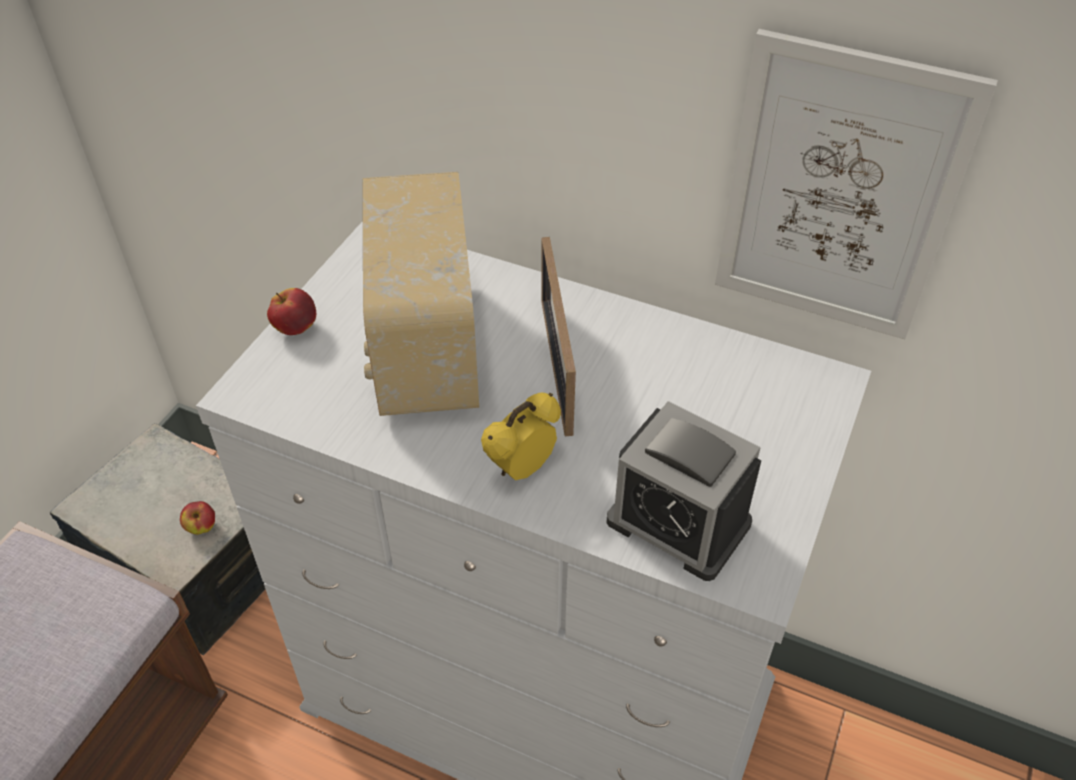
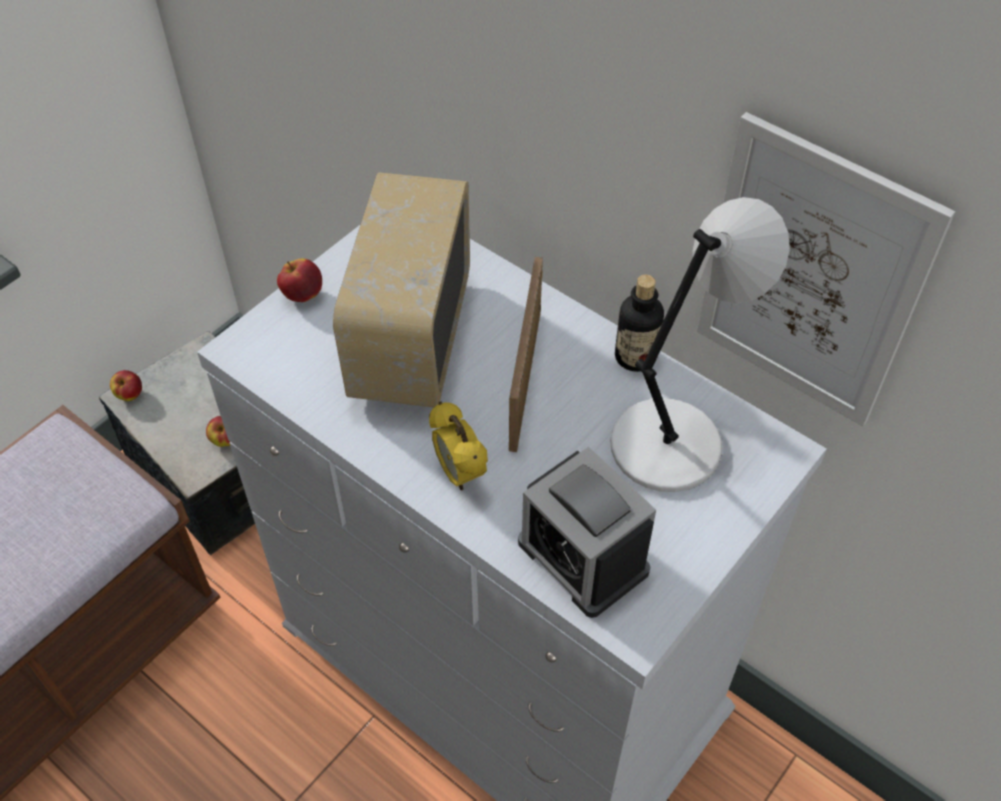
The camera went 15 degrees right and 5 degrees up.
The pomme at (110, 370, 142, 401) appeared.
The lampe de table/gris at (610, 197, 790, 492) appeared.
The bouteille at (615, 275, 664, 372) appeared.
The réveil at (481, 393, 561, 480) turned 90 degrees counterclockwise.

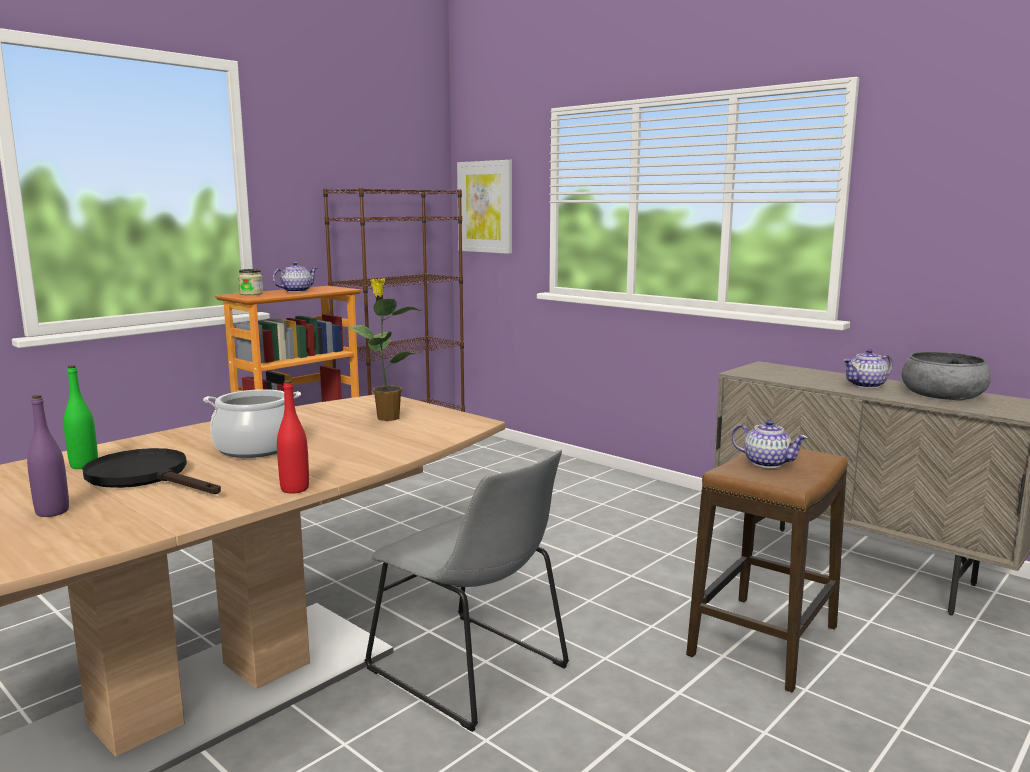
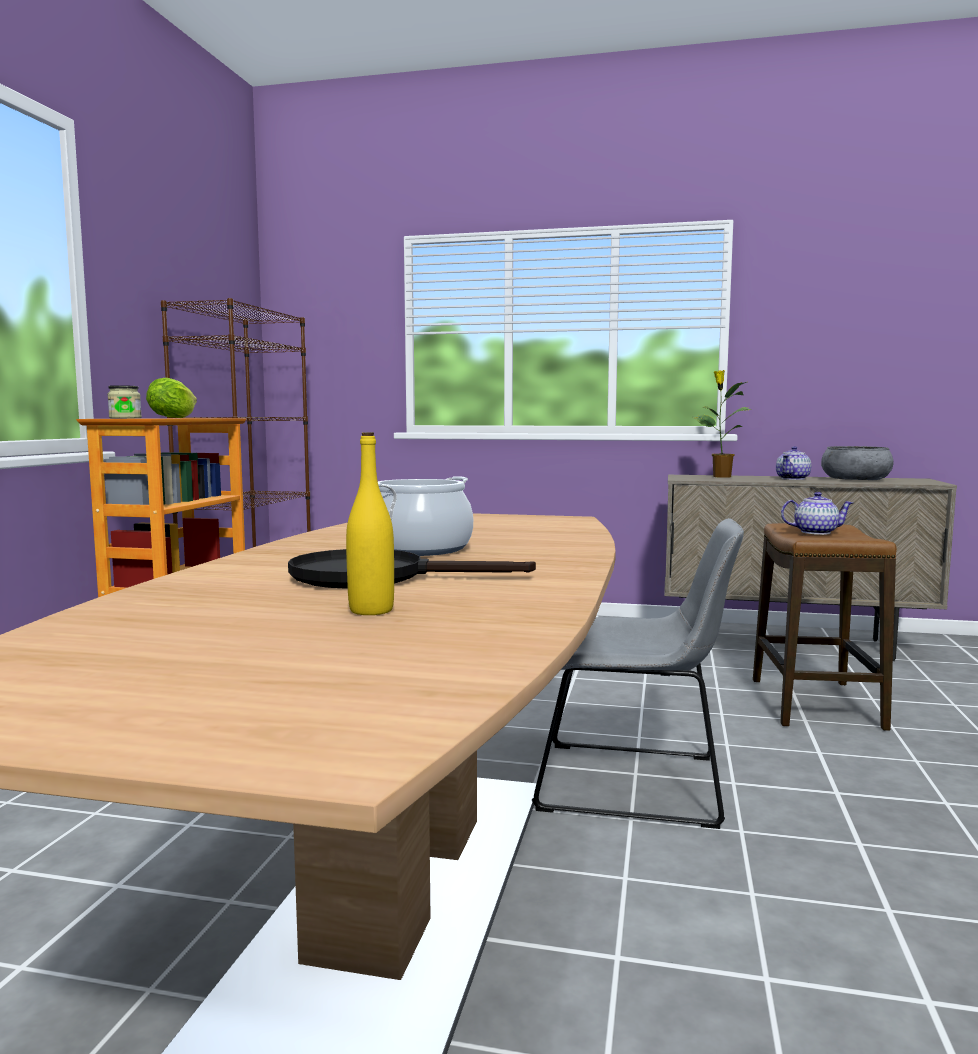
The camera went 30 degrees left and 5 degrees down.
The bouteille/vert at (63, 365, 98, 469) disappeared.
The bouteille/rouge at (277, 380, 309, 494) disappeared.
The tableau at (457, 160, 512, 254) disappeared.
The plante en pot moved from (348, 278, 422, 421) to (693, 370, 752, 478).
The théière at (273, 262, 317, 292) was replaced by the laitue at (146, 378, 197, 418).
The bouteille/violet at (27, 395, 69, 517) became the bouteille/jaune at (346, 432, 394, 615).

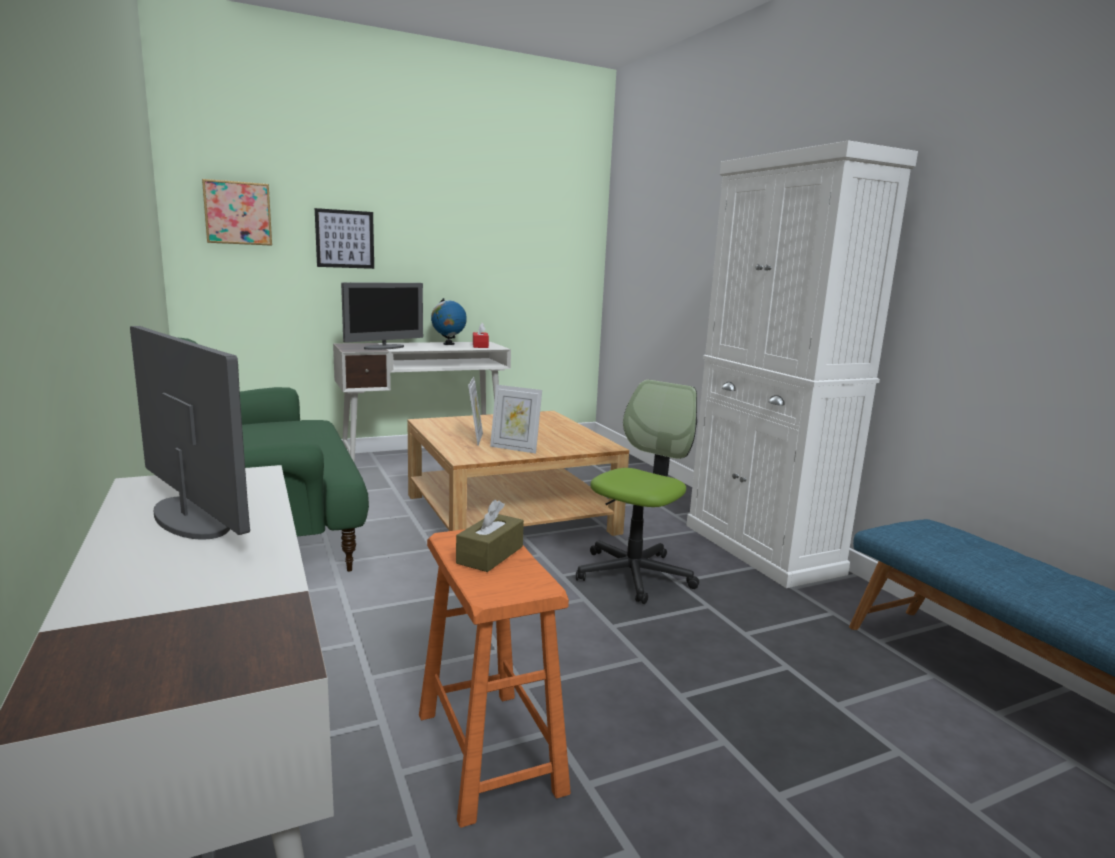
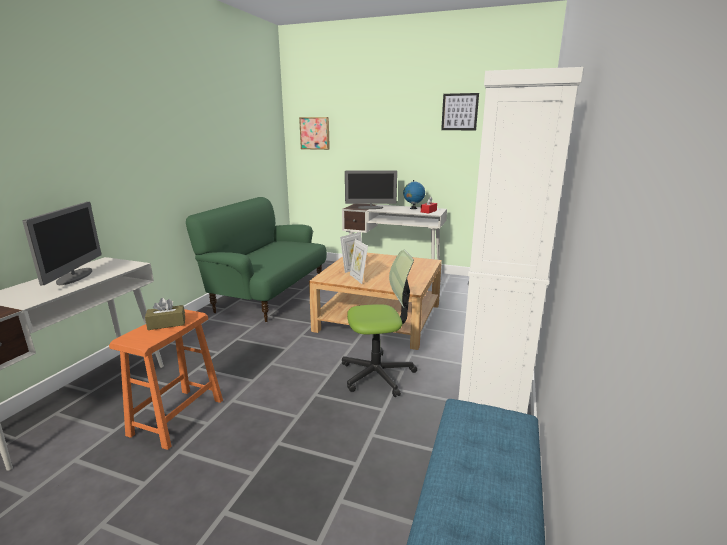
The camera went 45 degrees right and 5 degrees up.
The tableau moved from (315, 208, 374, 269) to (441, 93, 479, 130).

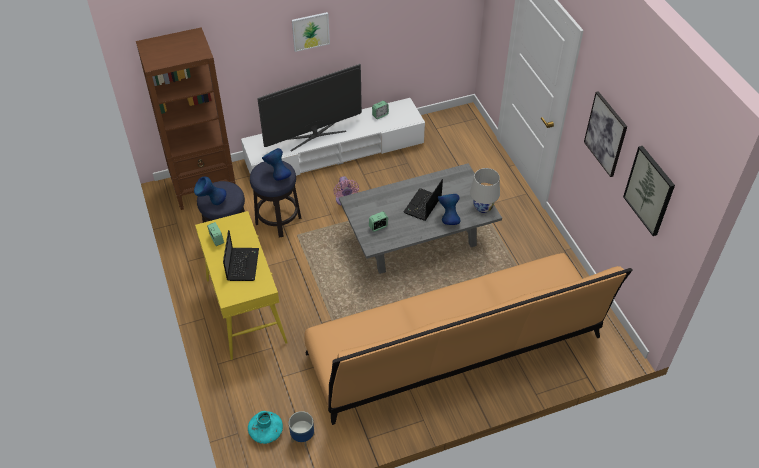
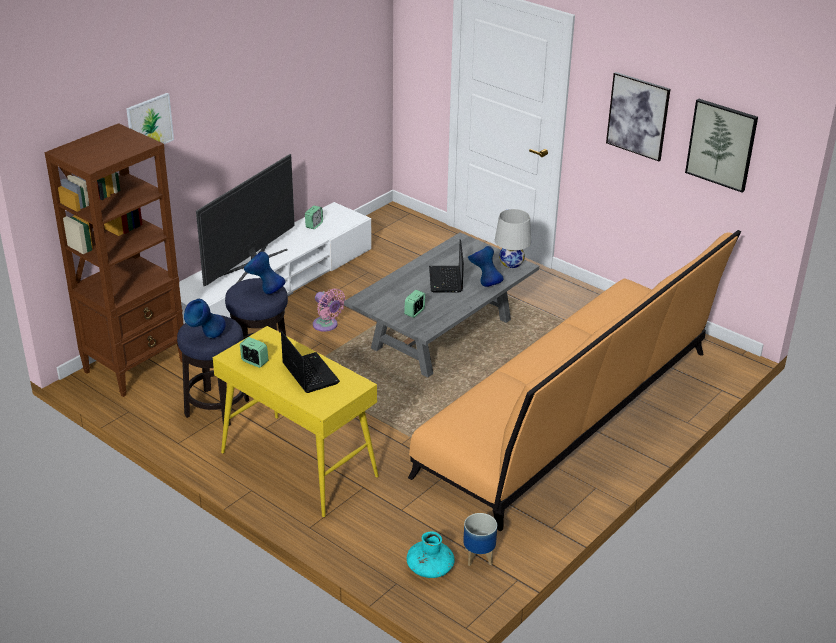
The camera went 30 degrees left and 15 degrees down.
The tableau moved from (292, 12, 330, 52) to (126, 93, 174, 144).

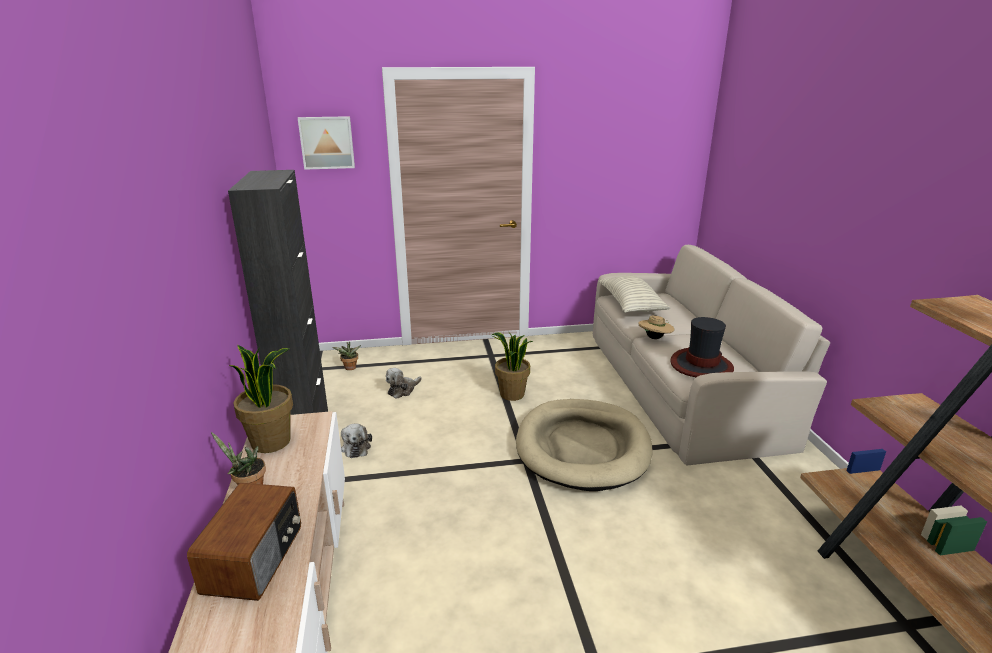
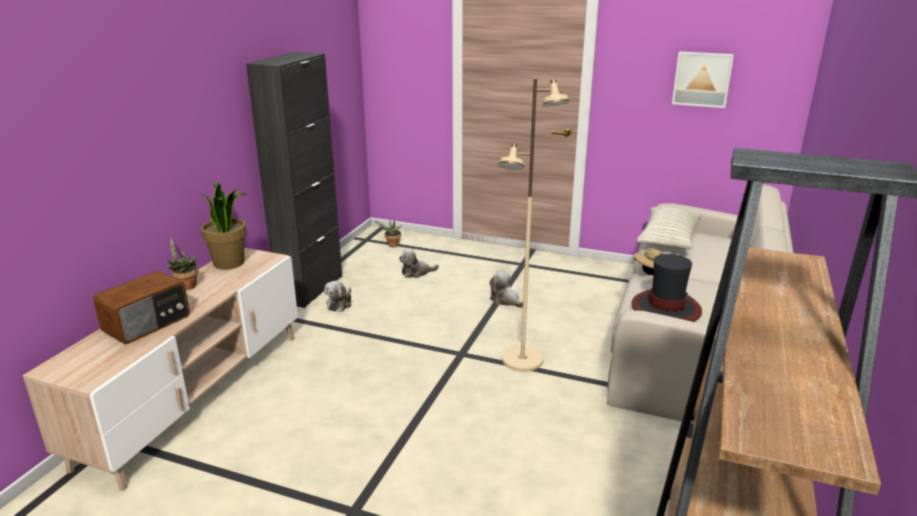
The camera went 30 degrees right and 0 degrees up.
The tableau moved from (298, 116, 355, 170) to (672, 51, 734, 108).
The plante en pot at (492, 332, 533, 401) was replaced by the peluche at (490, 272, 523, 308).
The panier pour chien/beige at (516, 399, 653, 491) was replaced by the lampadaire/beige at (499, 78, 570, 371).

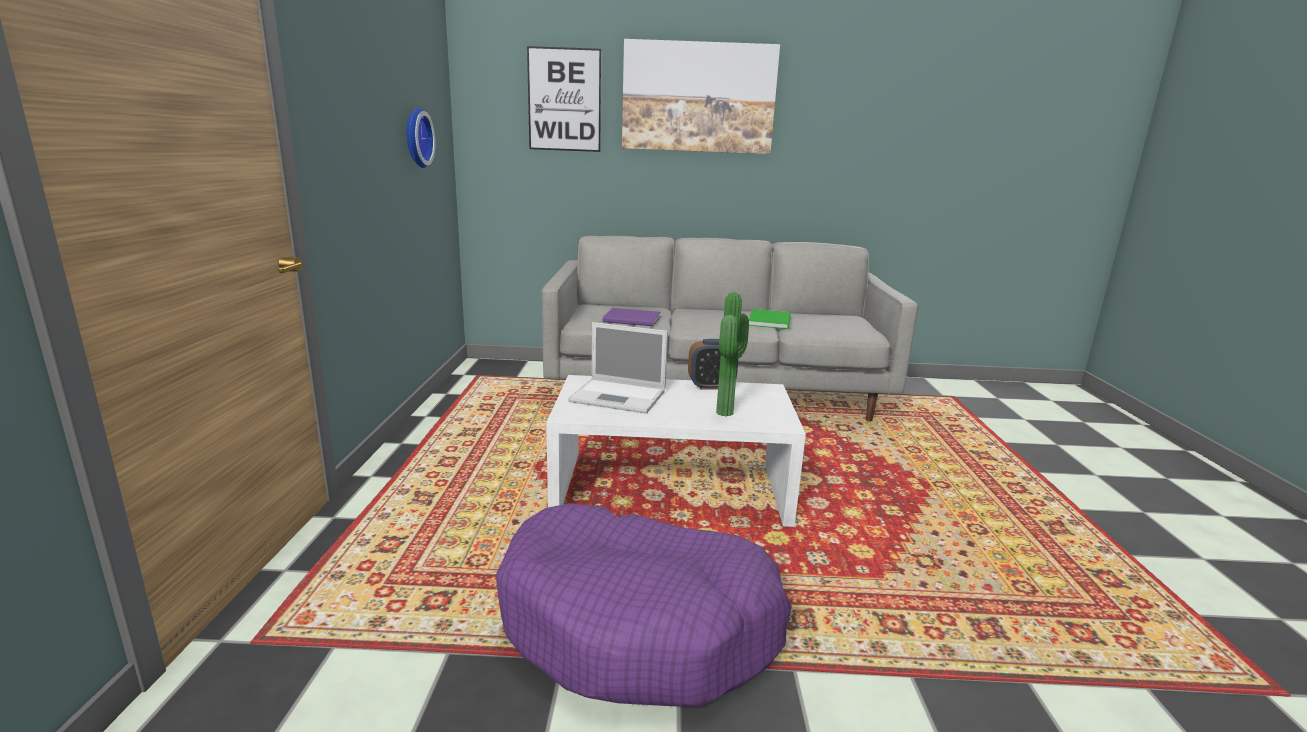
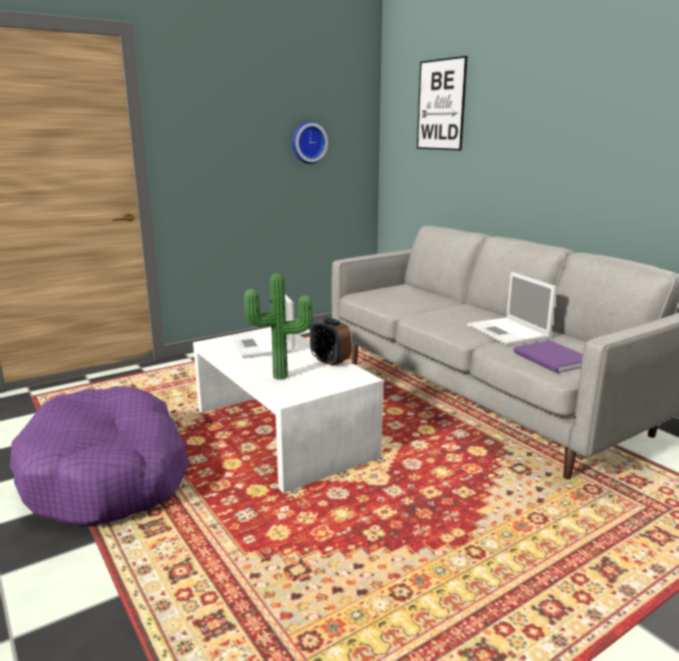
The camera went 55 degrees right and 0 degrees up.
The tableau at (622, 39, 780, 154) disappeared.
The livre/violet moved from (603, 308, 660, 326) to (514, 340, 583, 373).
The livre/vert at (749, 309, 791, 329) was replaced by the ordinateur portable at (467, 272, 557, 346).

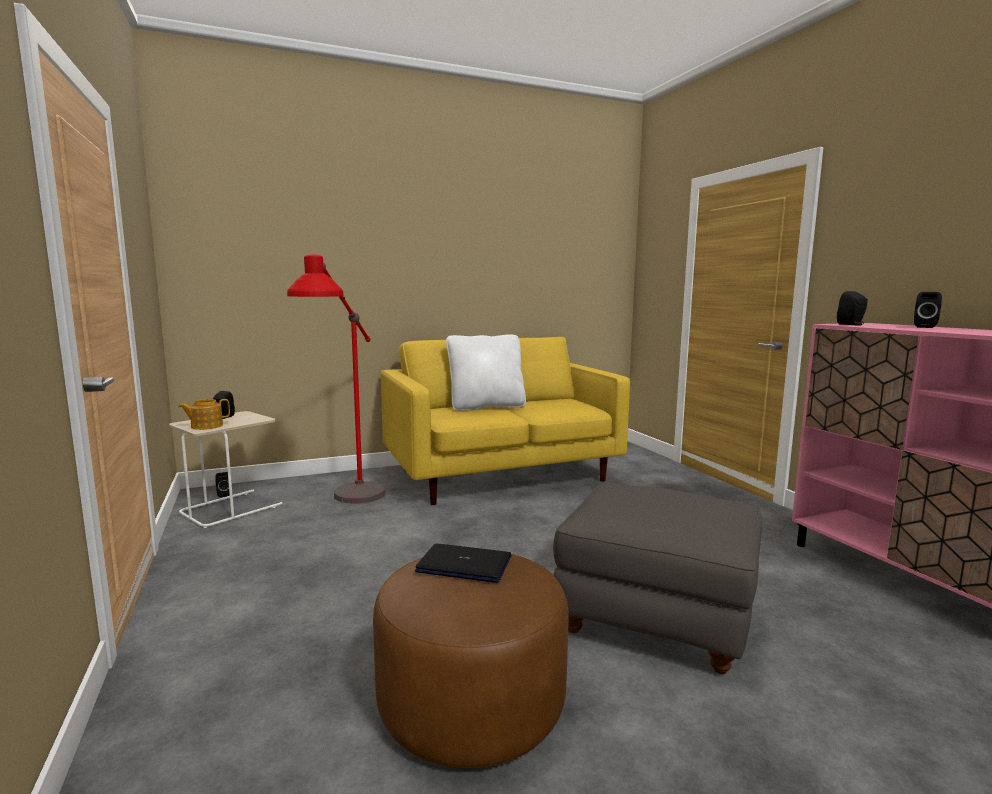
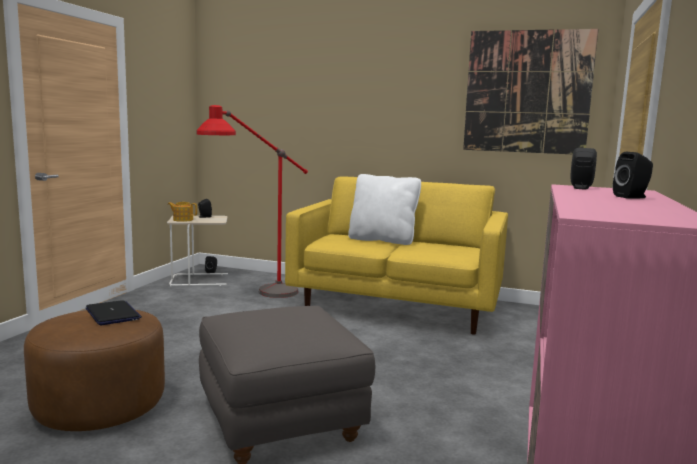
The camera went 40 degrees right and 0 degrees up.
The tableau at (463, 29, 598, 154) appeared.

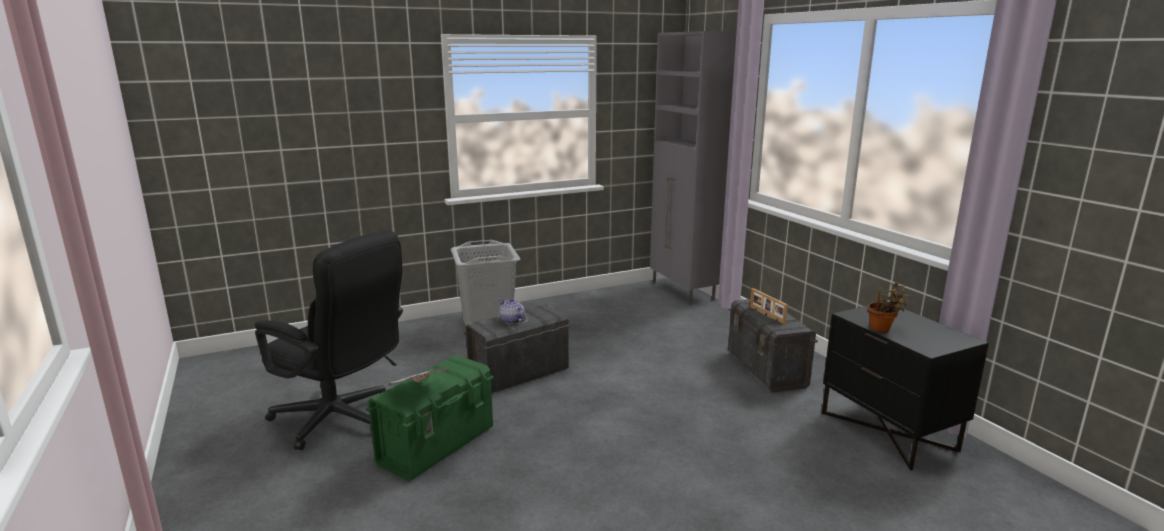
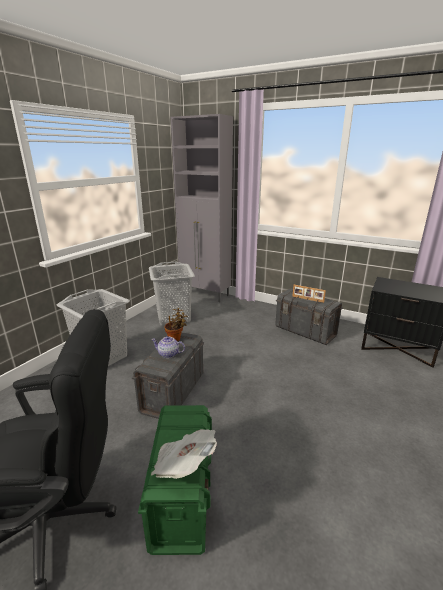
The camera went 35 degrees left and 5 degrees up.
The panier à linge/gris at (149, 262, 195, 325) appeared.
The plante en pot moved from (868, 282, 910, 332) to (164, 308, 188, 341).

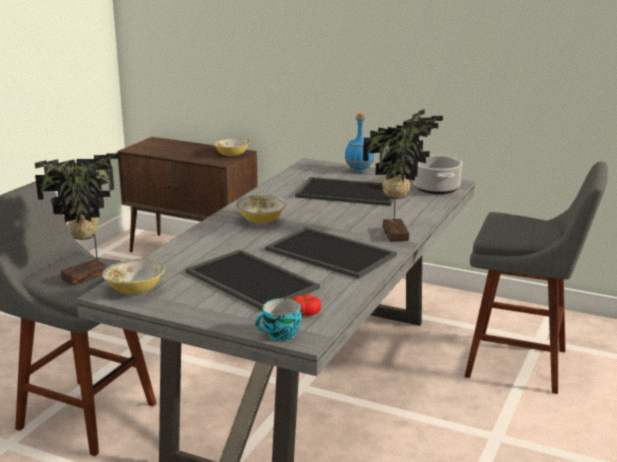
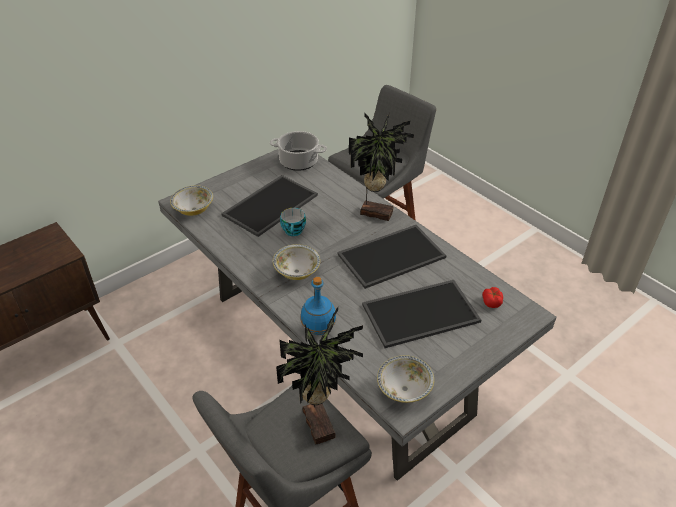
The camera went 65 degrees left and 20 degrees up.
The bol moved from (213, 137, 251, 156) to (170, 185, 213, 216).
The tasse moved from (255, 298, 302, 341) to (280, 208, 306, 236).
The bouteille/bleu moved from (345, 113, 374, 173) to (301, 277, 336, 335).

